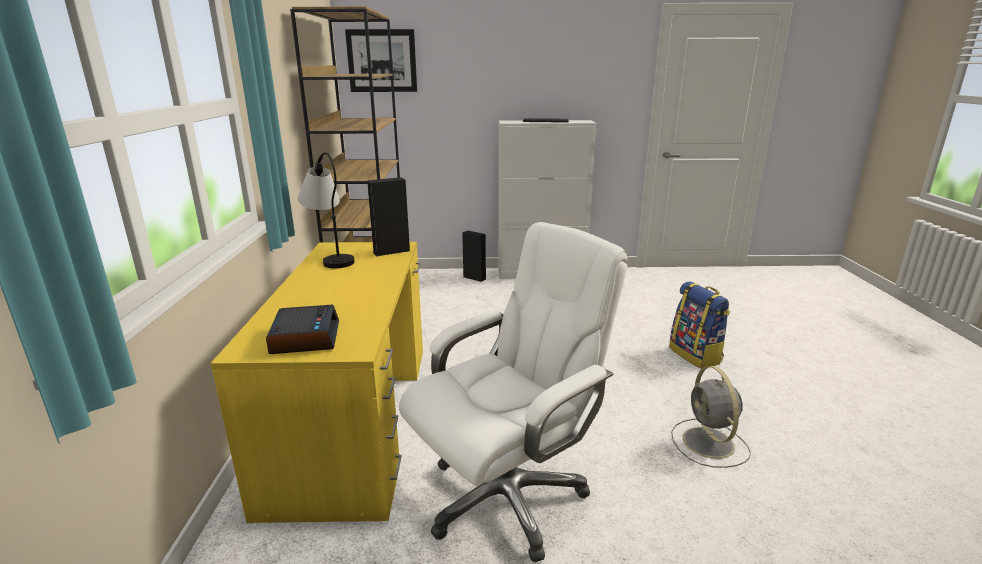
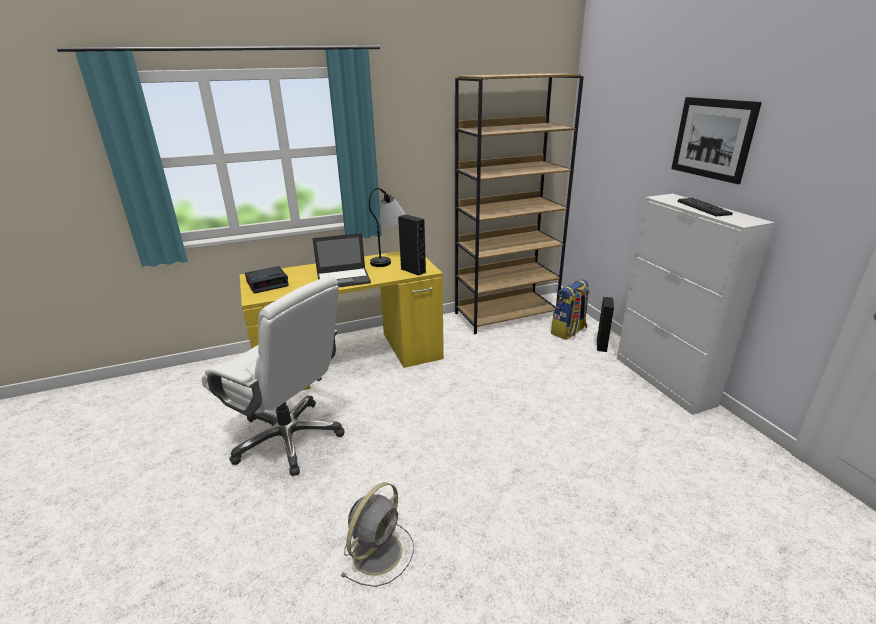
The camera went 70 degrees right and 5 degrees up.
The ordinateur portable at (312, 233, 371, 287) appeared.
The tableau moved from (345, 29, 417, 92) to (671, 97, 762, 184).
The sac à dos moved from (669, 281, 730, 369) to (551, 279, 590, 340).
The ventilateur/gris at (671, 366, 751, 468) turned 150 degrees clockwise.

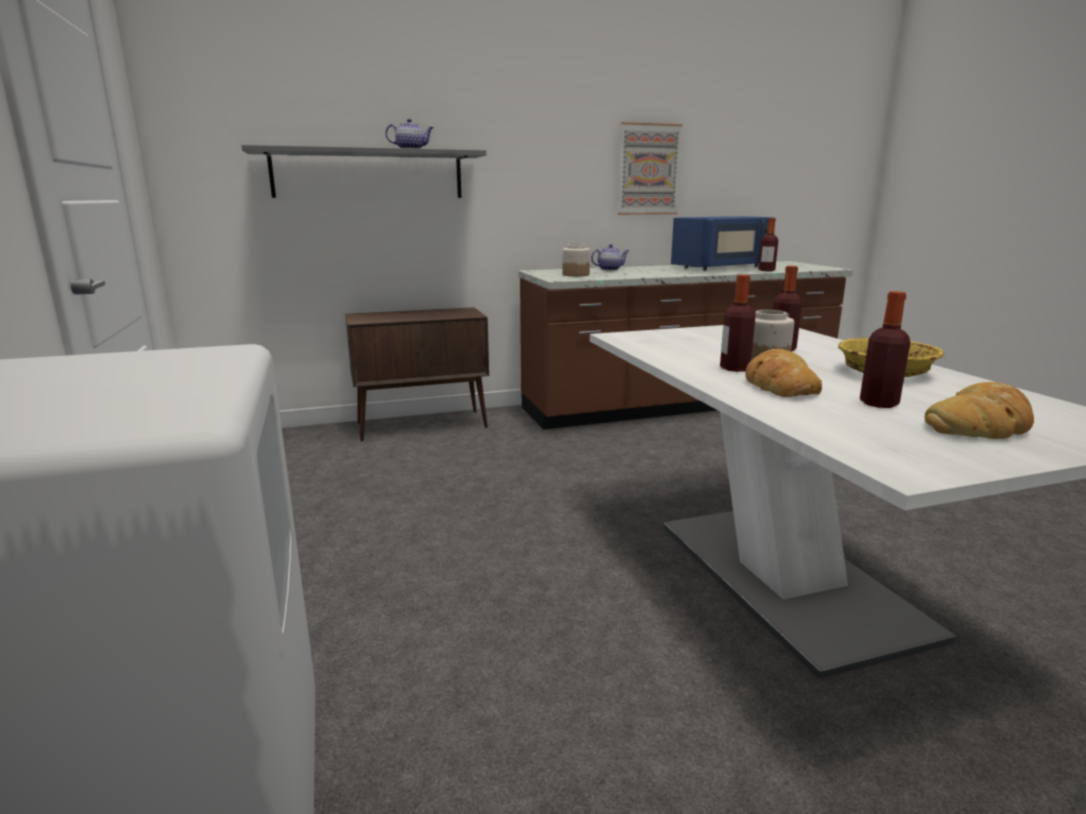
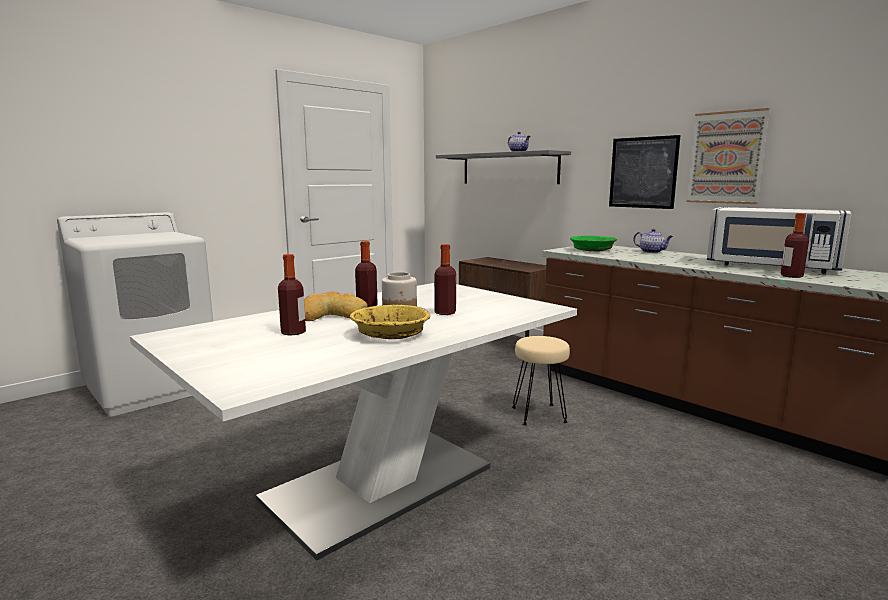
The camera went 65 degrees right and 5 degrees down.
The pain at (924, 382, 1034, 439) disappeared.
The tabouret/beige at (512, 336, 570, 425) appeared.
The tableau at (609, 135, 681, 209) appeared.
The bocal at (562, 244, 590, 277) was replaced by the bol/vert at (570, 235, 617, 251).
The micro-ondes/bleu at (671, 216, 775, 270) became the micro-ondes/blanc at (707, 207, 851, 274).

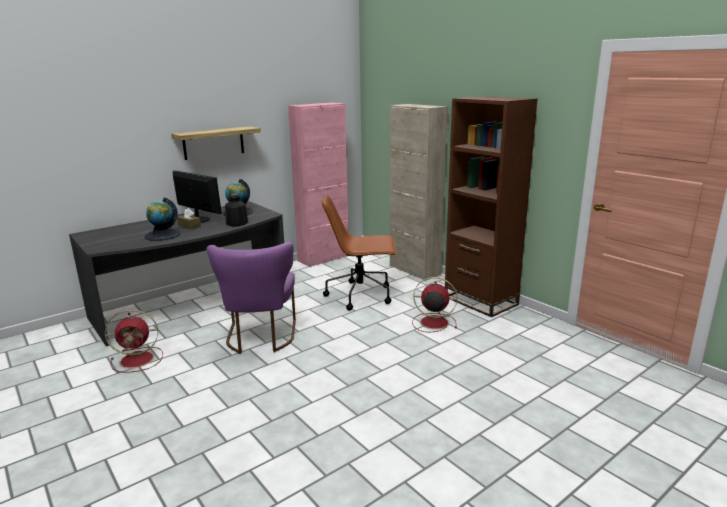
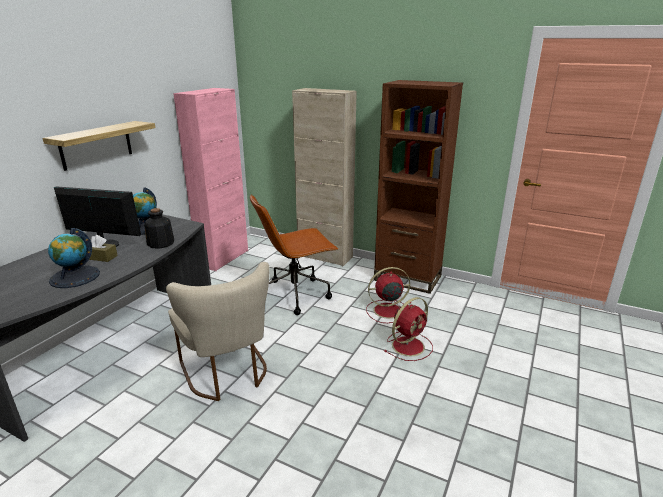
The camera went 25 degrees left and 5 degrees up.
The ventilateur/rouge moved from (105, 310, 163, 373) to (384, 297, 433, 361).
The chaise/violet at (207, 242, 296, 354) became the chaise/beige at (166, 262, 270, 401).

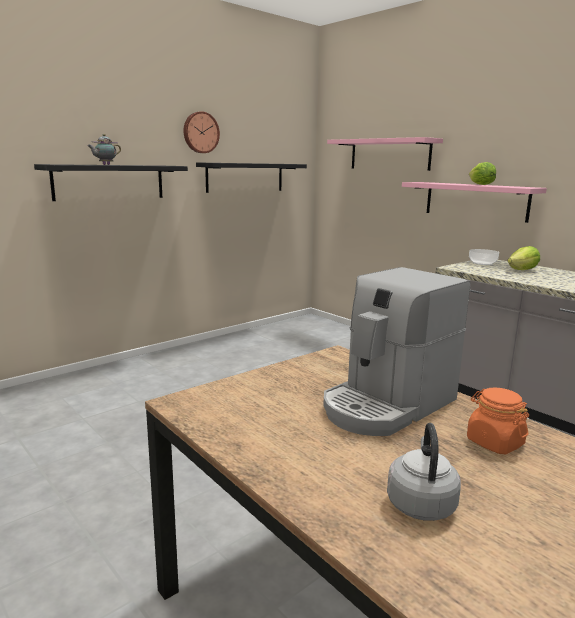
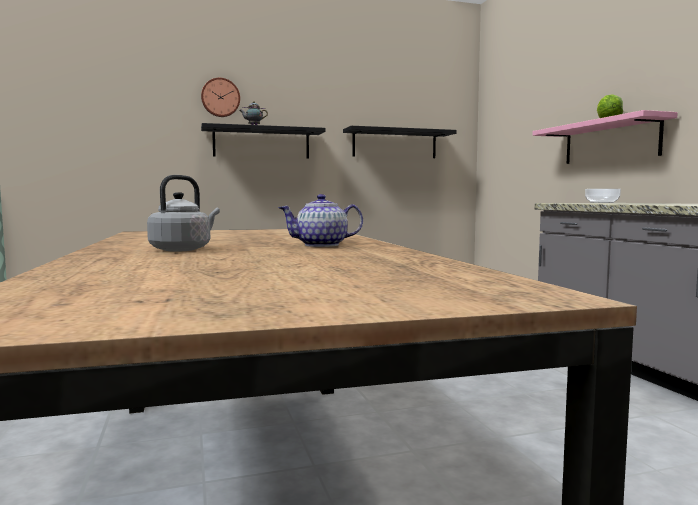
The camera went 25 degrees right and 10 degrees down.
The machine à café at (323, 267, 470, 436) disappeared.
The étagère/rose at (327, 137, 443, 171) disappeared.
The laitue at (508, 246, 540, 270) disappeared.
The horloge murale moved from (183, 112, 220, 153) to (201, 78, 240, 117).
The bocal/orange at (467, 387, 529, 454) was replaced by the théière at (278, 194, 363, 247).

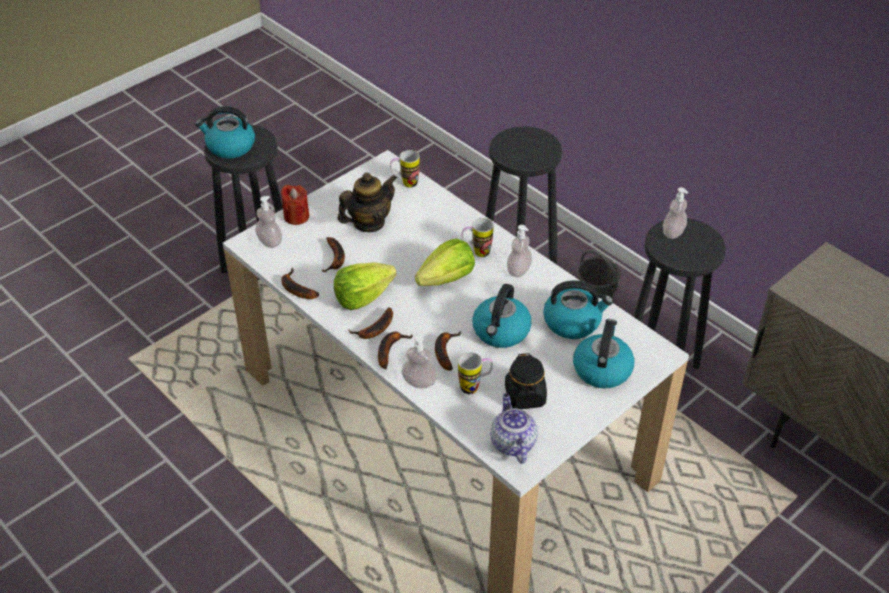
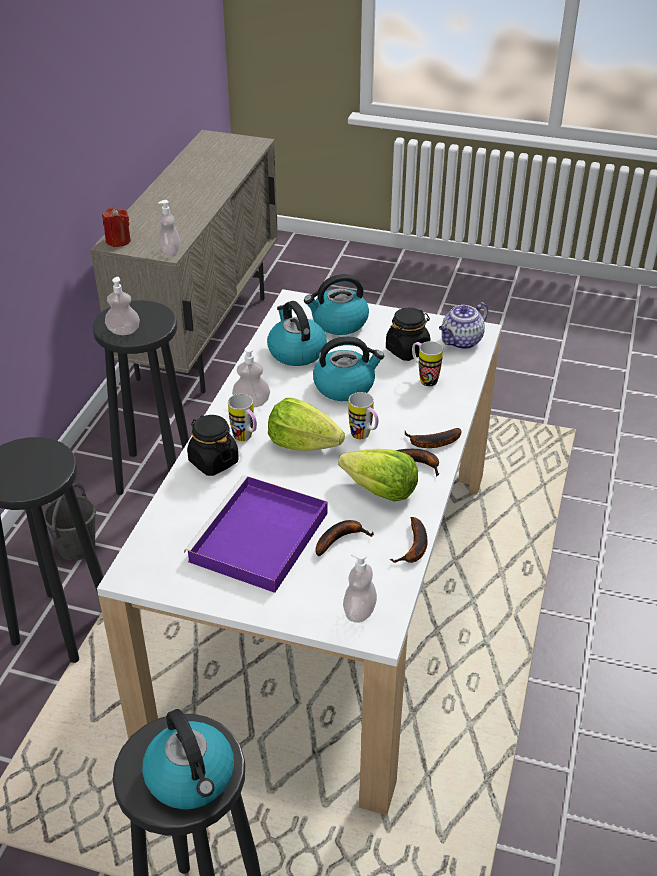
The camera went 120 degrees left and 5 degrees down.
The banane at (435, 332, 461, 370) disappeared.
The bocal/noir at (187, 415, 238, 476) appeared.
The bougie/rouge moved from (281, 185, 309, 225) to (102, 208, 131, 247).
The mug moved from (390, 150, 420, 188) to (348, 392, 379, 439).
The distributeur de savon moved from (401, 334, 438, 388) to (158, 200, 180, 256).
The théière at (338, 173, 397, 232) was replaced by the plateau/violet at (184, 475, 328, 593).

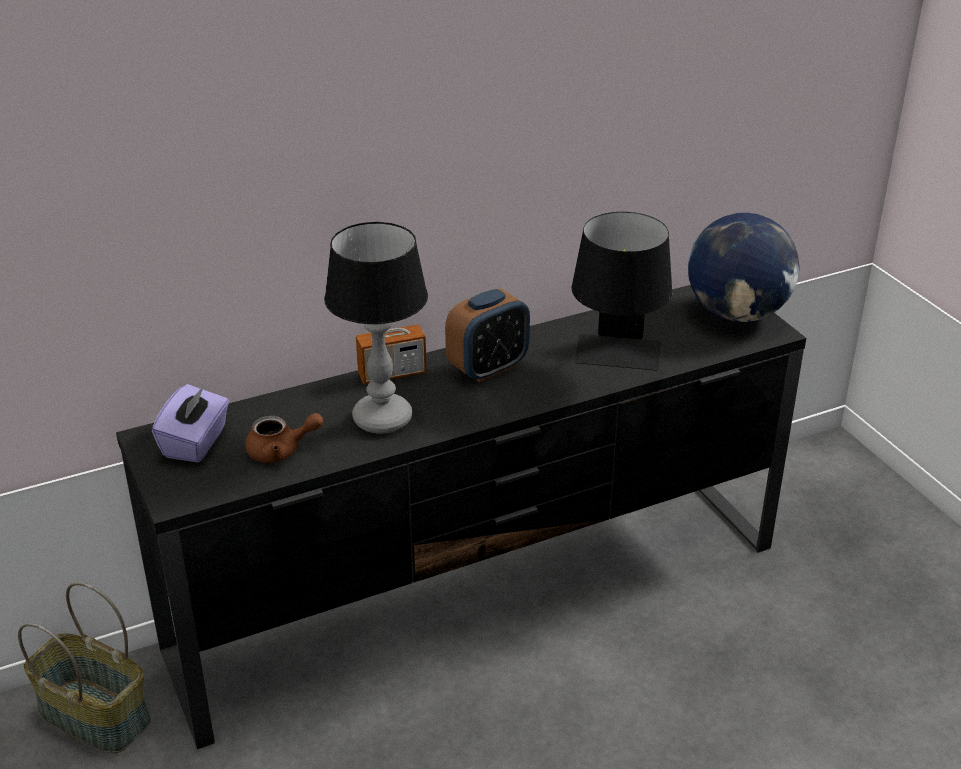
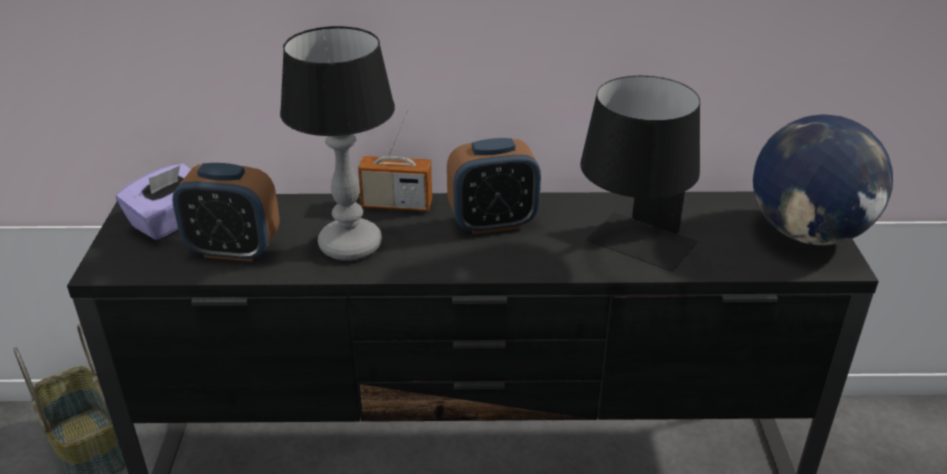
The camera went 25 degrees right and 0 degrees up.
The théière/marron at (245, 413, 324, 463) was replaced by the réveil at (172, 163, 280, 262).

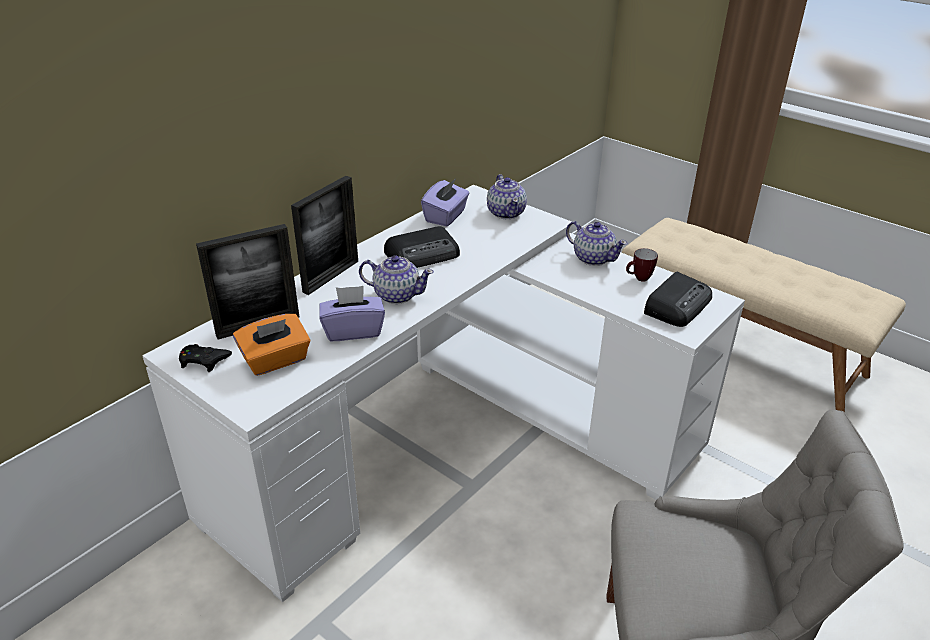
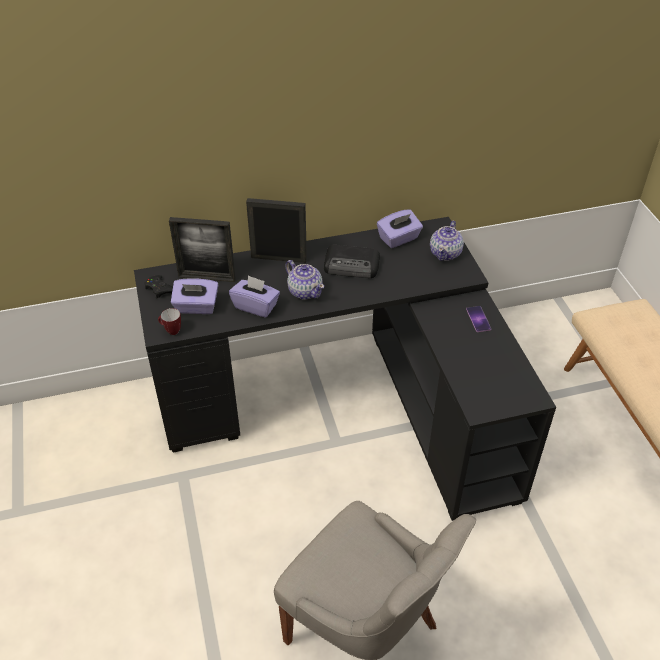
The camera went 35 degrees right and 10 degrees up.
The radio at (644, 272, 712, 327) disappeared.
The mug moved from (626, 248, 658, 282) to (158, 308, 181, 335).
The théière at (566, 221, 628, 266) was replaced by the téléphone at (466, 306, 491, 332).
The bureau/blanc at (142, 185, 745, 602) became the bureau/noir at (134, 217, 556, 521).
The boîte à mouchoirs/orange at (233, 314, 310, 376) became the boîte à mouchoirs/violet at (171, 278, 218, 314).
The cadre photo at (291, 176, 358, 295) turned 150 degrees counterclockwise.

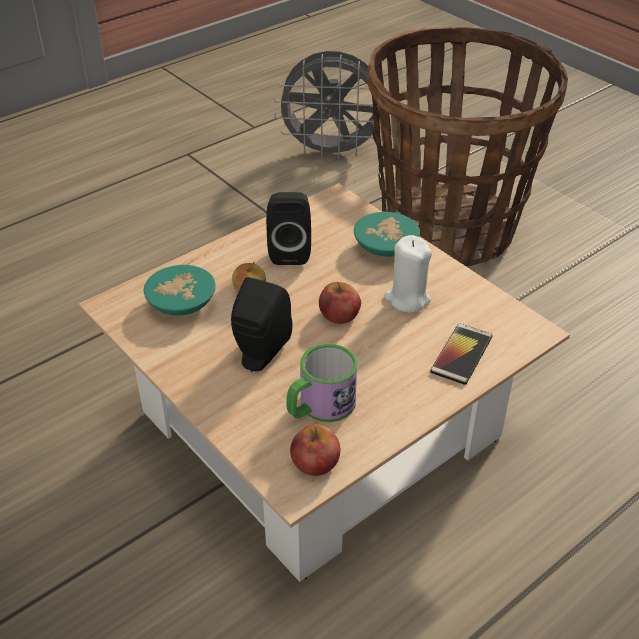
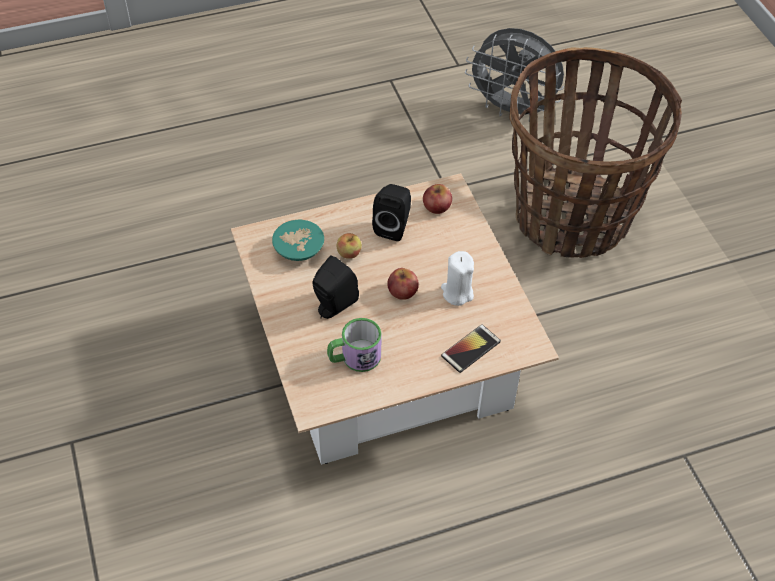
The camera went 20 degrees right and 10 degrees up.
The bol/turquoise at (354, 212, 420, 257) disappeared.
The pomme moved from (290, 424, 340, 476) to (423, 184, 452, 214).

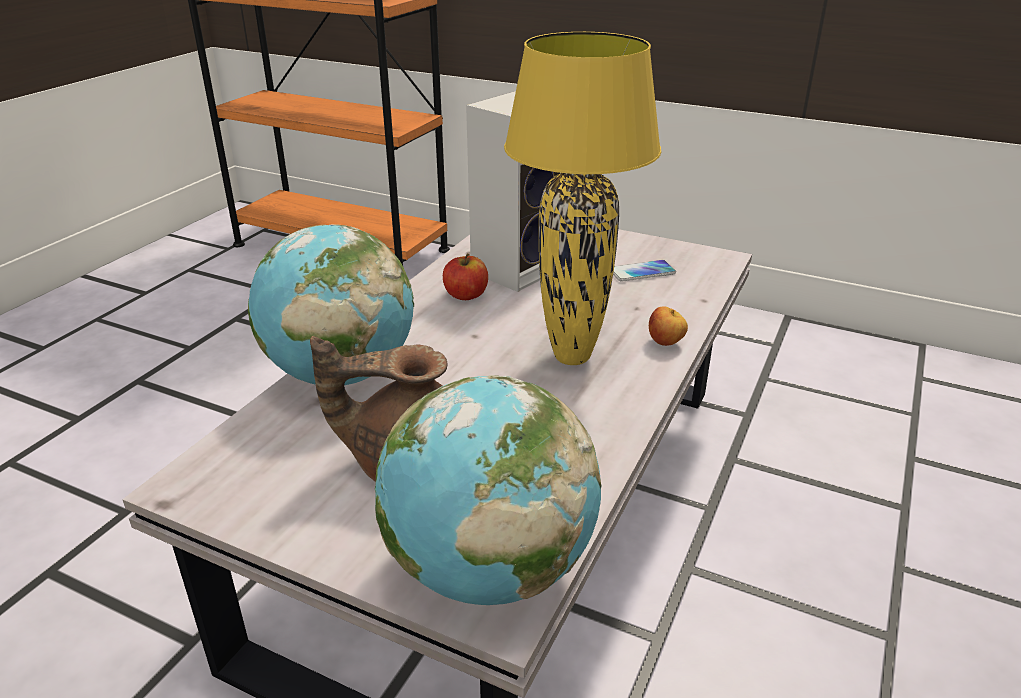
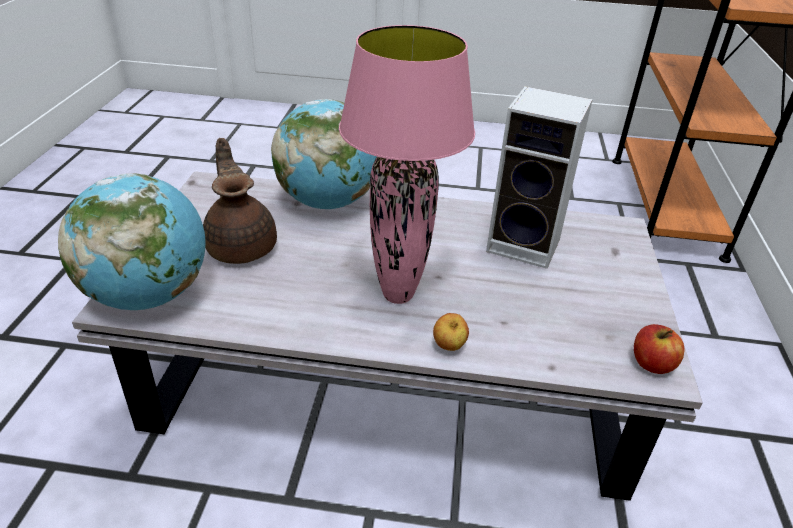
The camera went 70 degrees right and 5 degrees up.
The téléphone at (613, 260, 676, 282) disappeared.
The pomme moved from (443, 253, 488, 300) to (634, 324, 685, 374).
The lampe de table/jaune at (504, 32, 661, 365) became the lampe de table/rose at (339, 25, 475, 304).

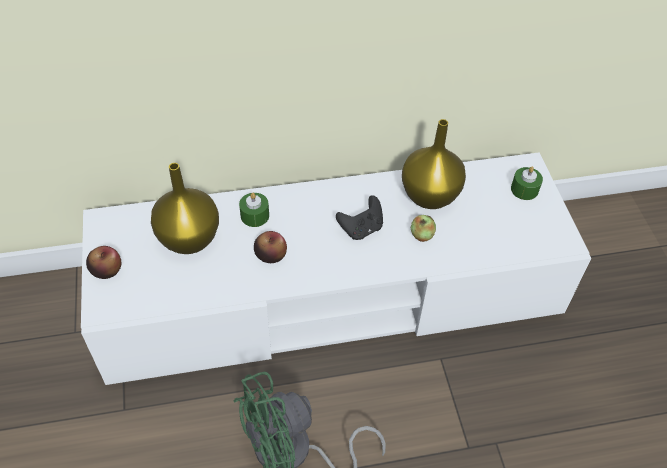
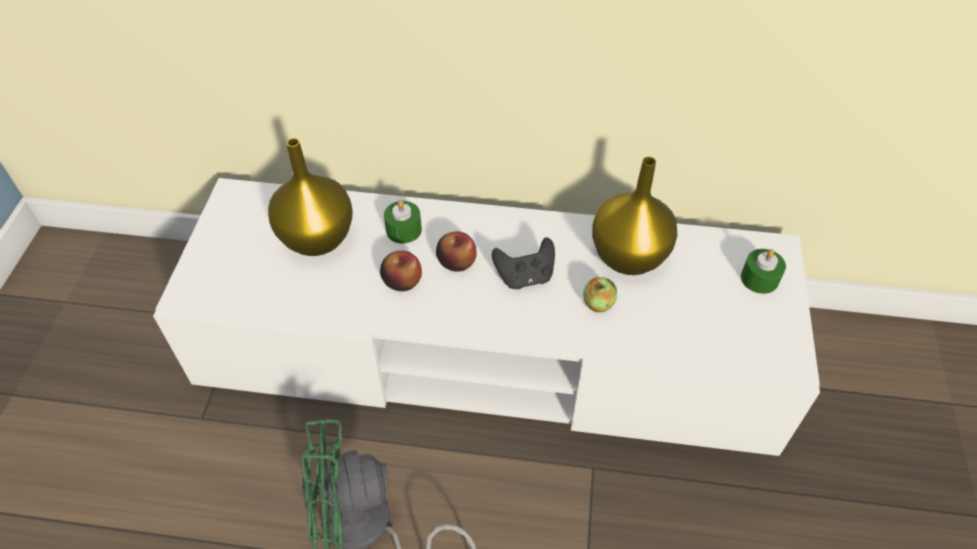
The camera went 20 degrees right and 0 degrees up.
The pomme moved from (86, 246, 121, 279) to (436, 231, 477, 272).

